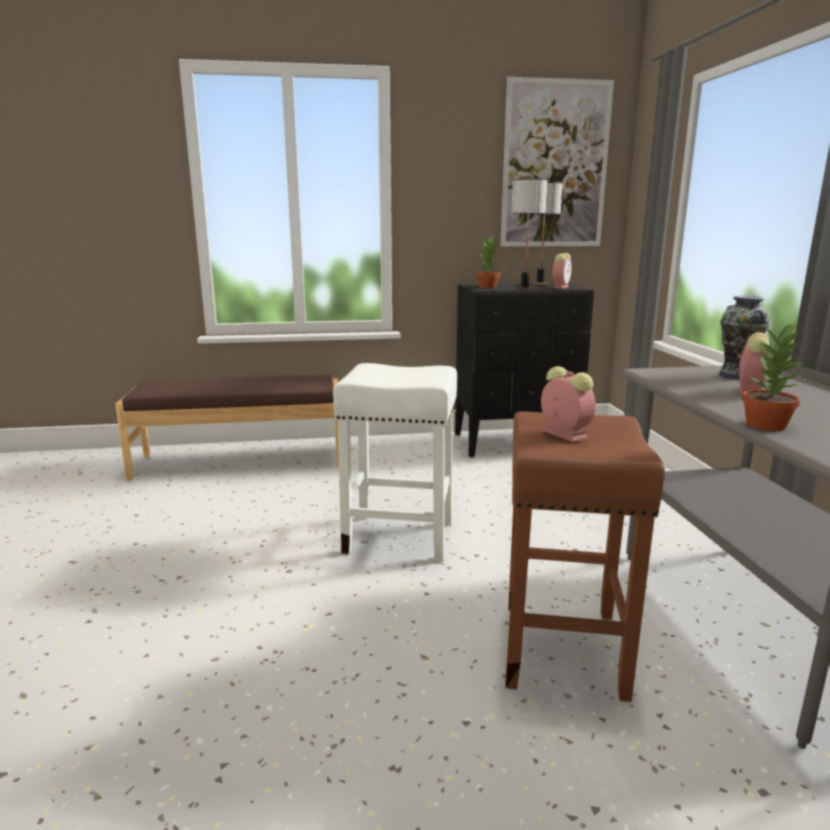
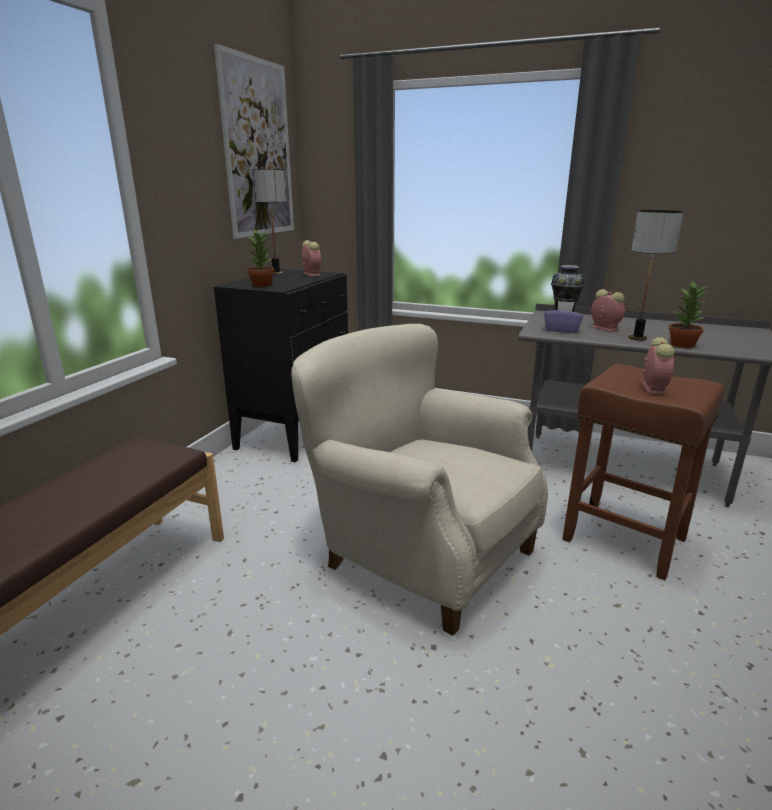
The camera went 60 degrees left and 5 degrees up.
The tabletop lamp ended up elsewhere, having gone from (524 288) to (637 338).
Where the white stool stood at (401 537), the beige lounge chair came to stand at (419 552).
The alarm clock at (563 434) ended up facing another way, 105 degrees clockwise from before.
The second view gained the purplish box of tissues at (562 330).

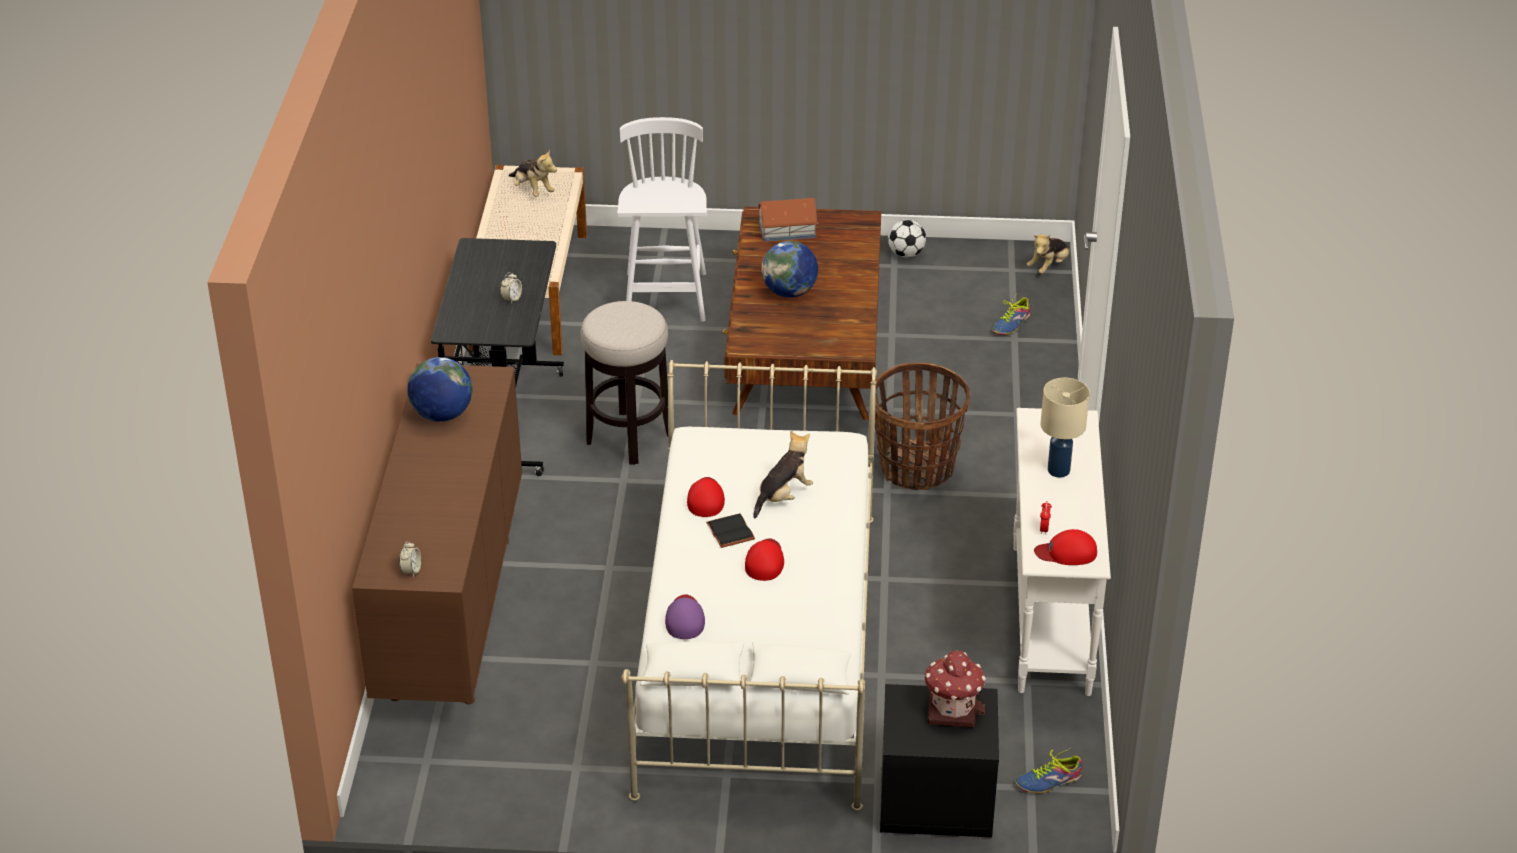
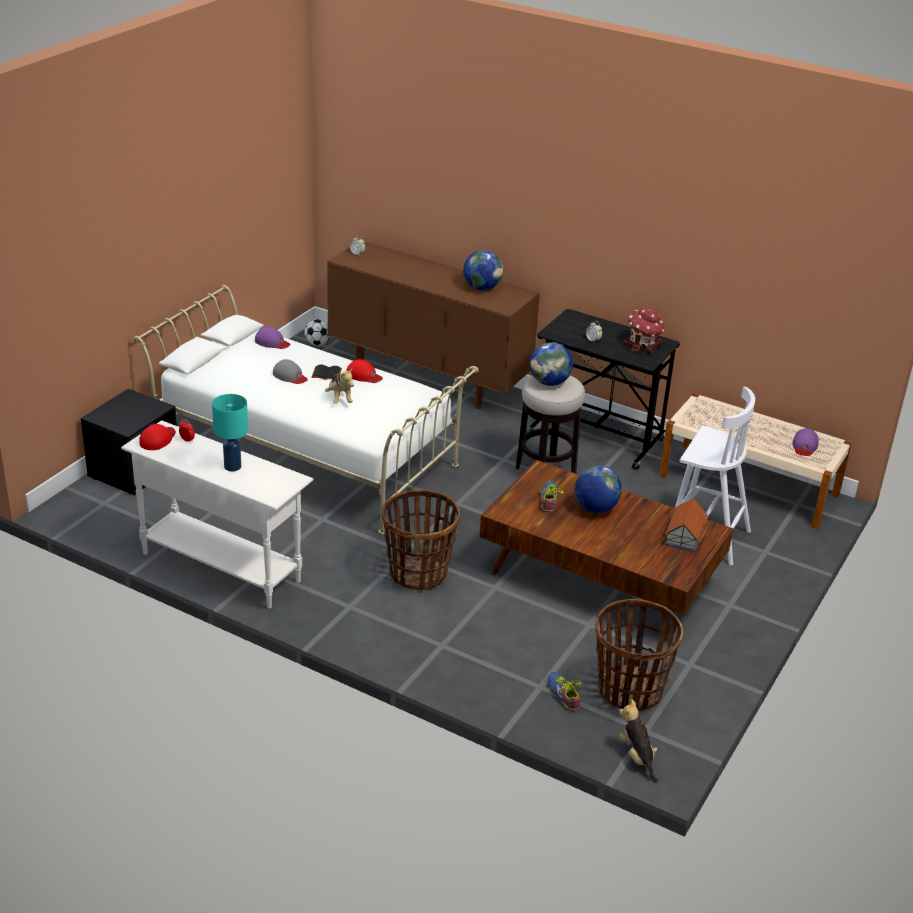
The camera went 115 degrees right and 5 degrees down.
Where the plush toy stood at (533 190), the purplish peaked cap came to stand at (804 446).
The ball for football ended up elsewhere, having gone from (906 254) to (317 344).
What was the beige tabletop lamp at (1058 470) turned into the turquoise-coloured tabletop lamp at (233 467).
What was the reddish peaked cap at (765 561) turned into the gray peaked cap at (290 376).
The toy house ended up elsewhere, having gone from (952 707) to (643 344).
The item of footwear ended up elsewhere, having gone from (1049 781) to (549 499).
The second view gained the world globe at (549 382).
The second view gained the basket at (629 691).

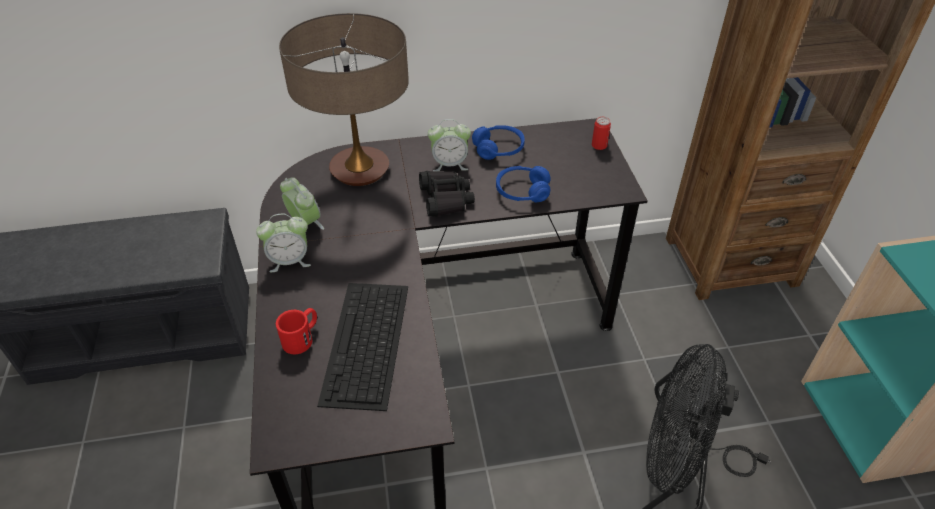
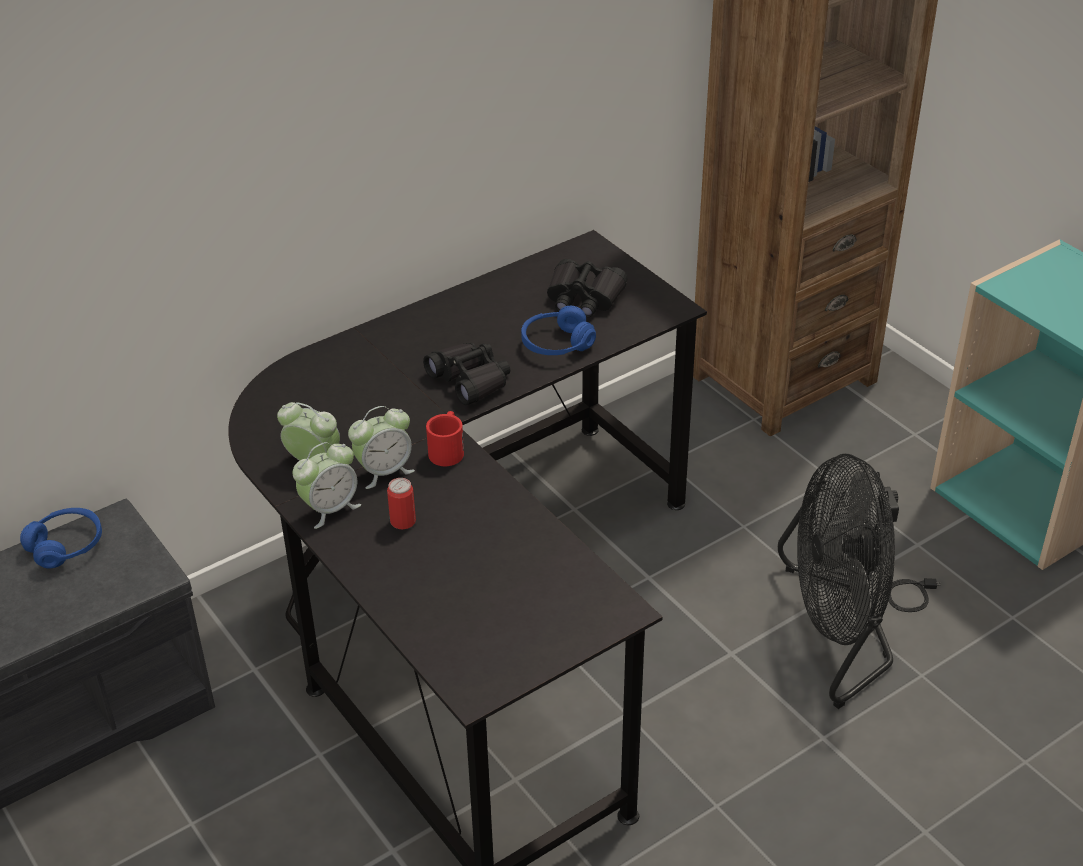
The camera went 25 degrees left and 5 degrees down.
The second view lost the tabletop lamp at (359 170).
The can ended up elsewhere, having gone from (599 145) to (403 521).
The alarm clock ended up elsewhere, having gone from (450 164) to (384 471).
The bluish headphones ended up elsewhere, having gone from (498 149) to (66 546).
The second view lost the computer keyboard at (366 344).
The reddish mug ended up elsewhere, having gone from (302 337) to (448 449).
The second view gained the black-coloured binoculars at (584 298).

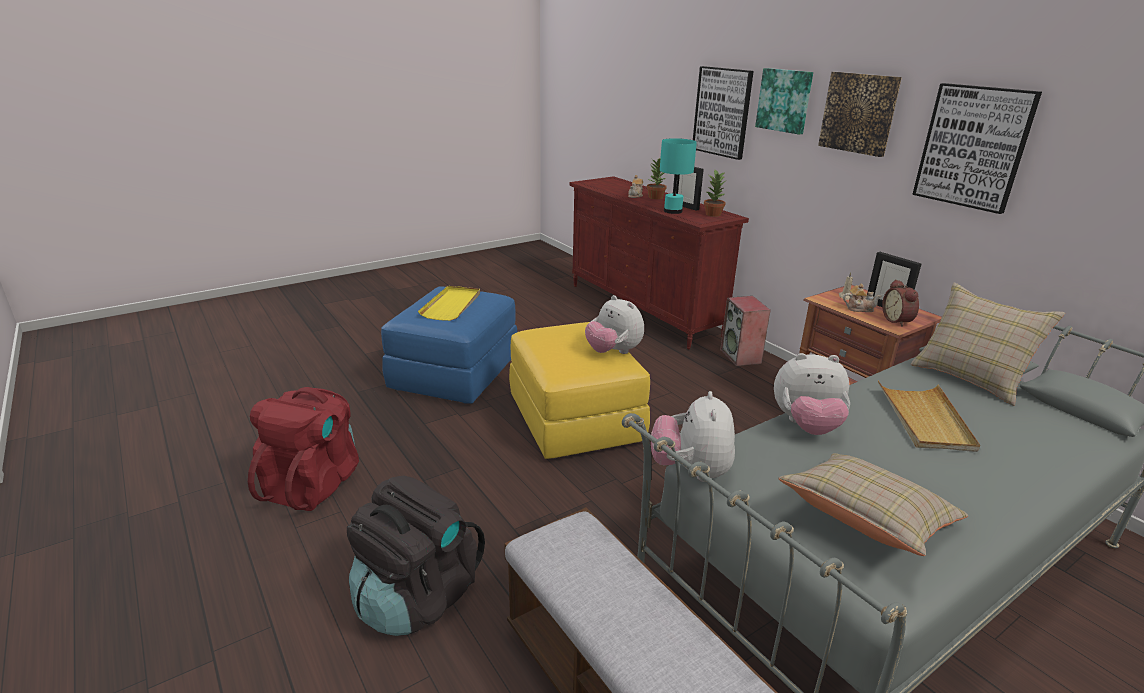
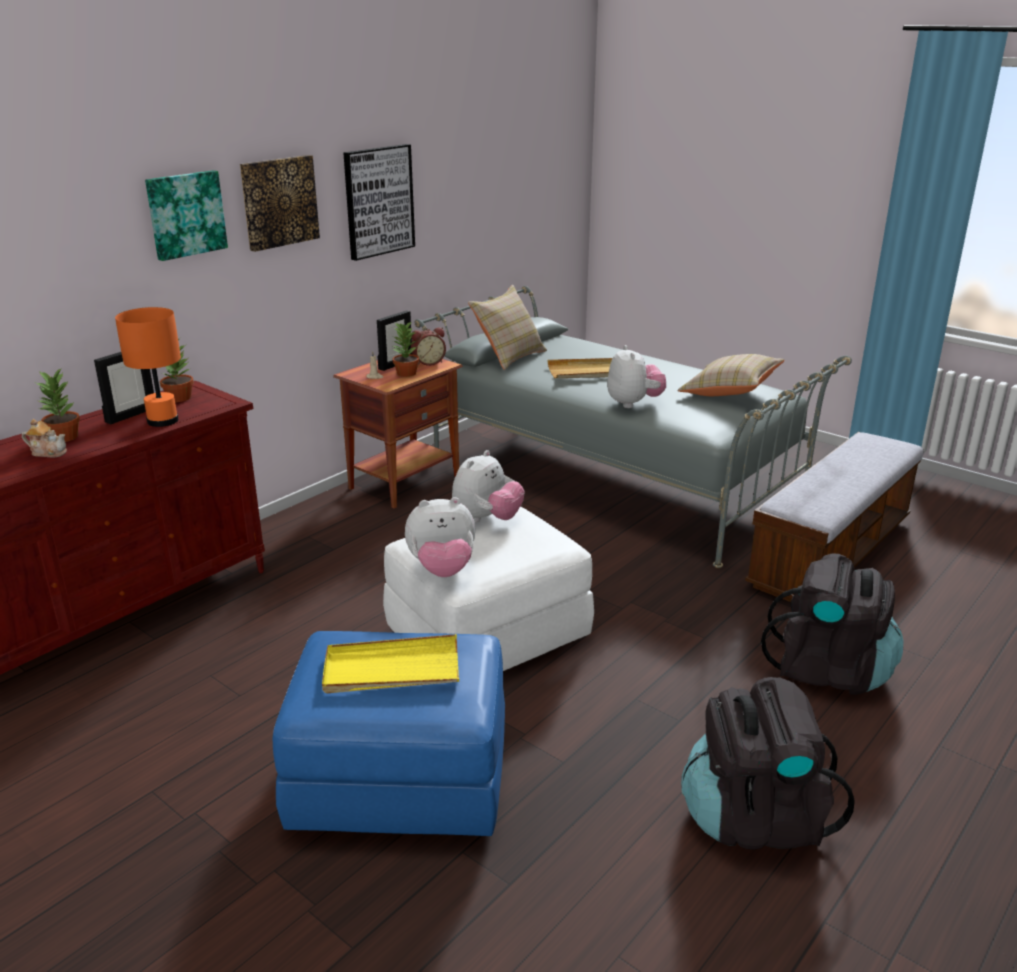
The camera went 105 degrees left and 0 degrees up.
The second view lost the picture at (722 112).
What was the turquoise-coloured tabletop lamp at (673 211) turned into the orangey tabletop lamp at (163 420).
Where the teapot stood at (859 308), the plant in a pot came to stand at (405 373).
The second view lost the audio speaker at (741 357).
What was the yellow-coloured pouffe at (576 420) turned into the white pouffe at (488 633).
What was the reddish backpack at (313 483) turned into the black-coloured backpack at (754 818).
The plush toy ended up elsewhere, having gone from (690 471) to (442 570).

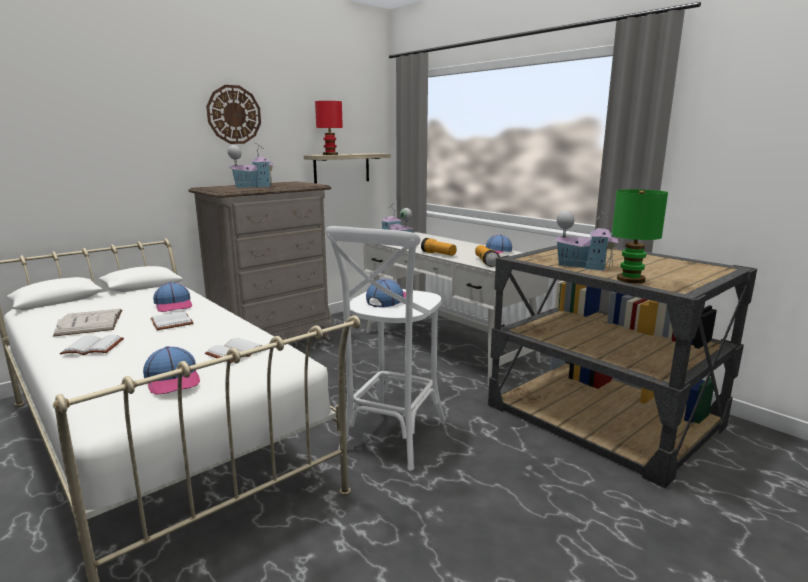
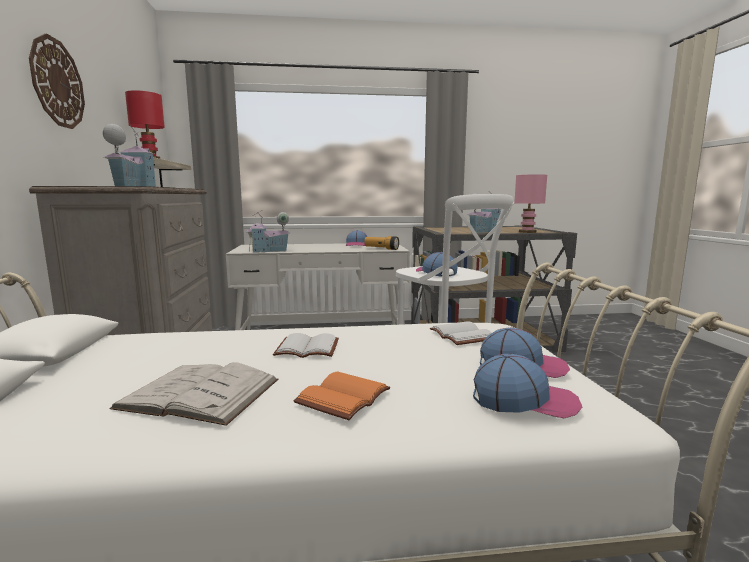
The camera went 55 degrees left and 5 degrees down.
What was the greenish tabletop lamp at (630 280) turned into the pink-coloured tabletop lamp at (527 232).
The second view lost the hand torch at (438 254).
The peaked cap ended up elsewhere, having gone from (174 305) to (524 399).
What was the white volume at (95 347) turned into the orangey volume at (342 396).

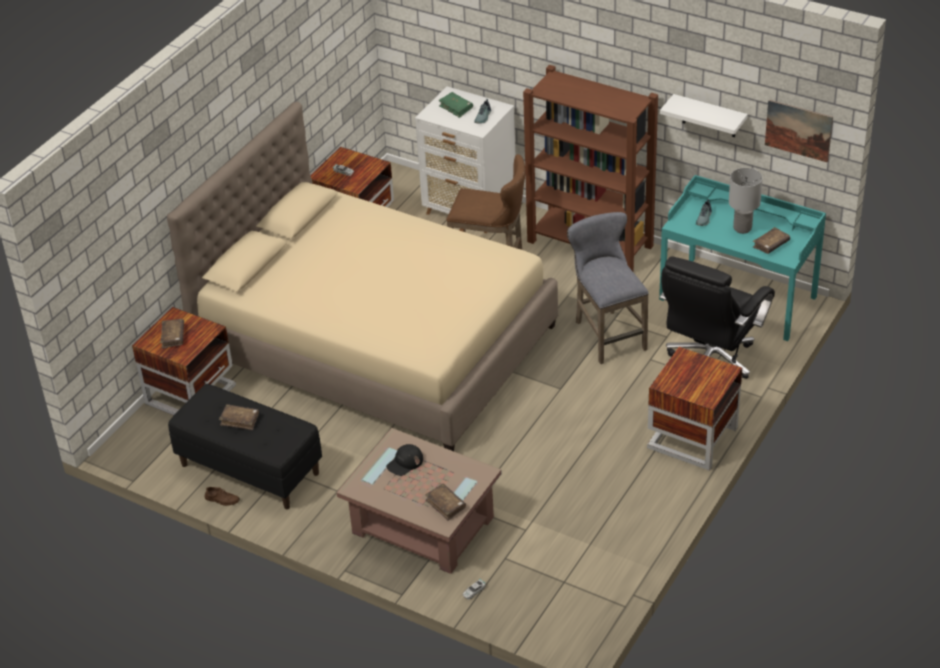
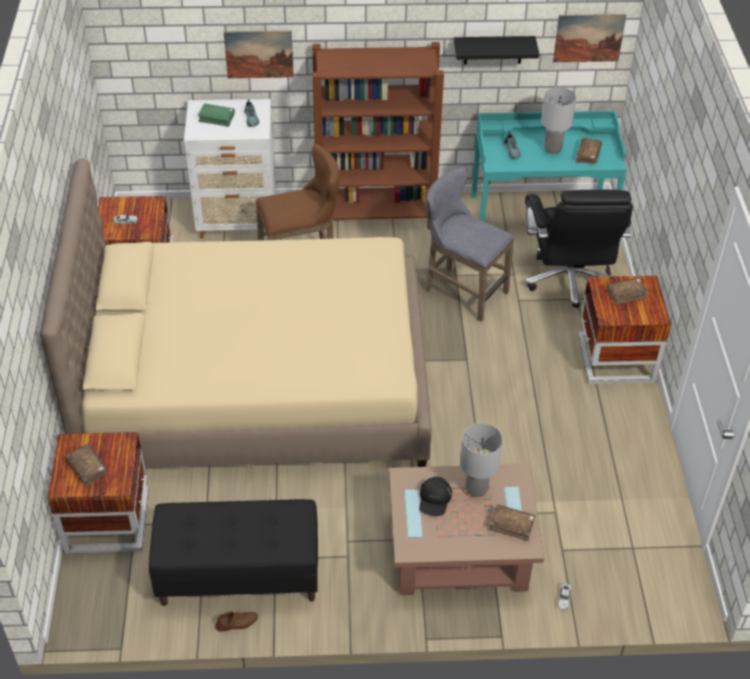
The camera went 35 degrees left and 5 degrees up.
What was the white shelf at (709 116) turned into the black-coloured shelf at (493 50).
The brownish volume ended up elsewhere, having gone from (240 420) to (626 294).
The second view gained the picture at (259 54).
The second view gained the gray tabletop lamp at (476 489).

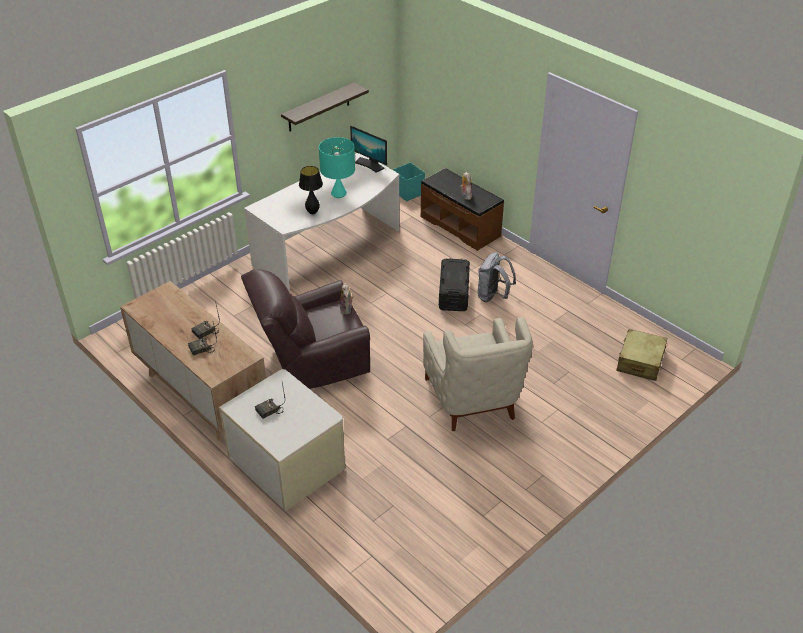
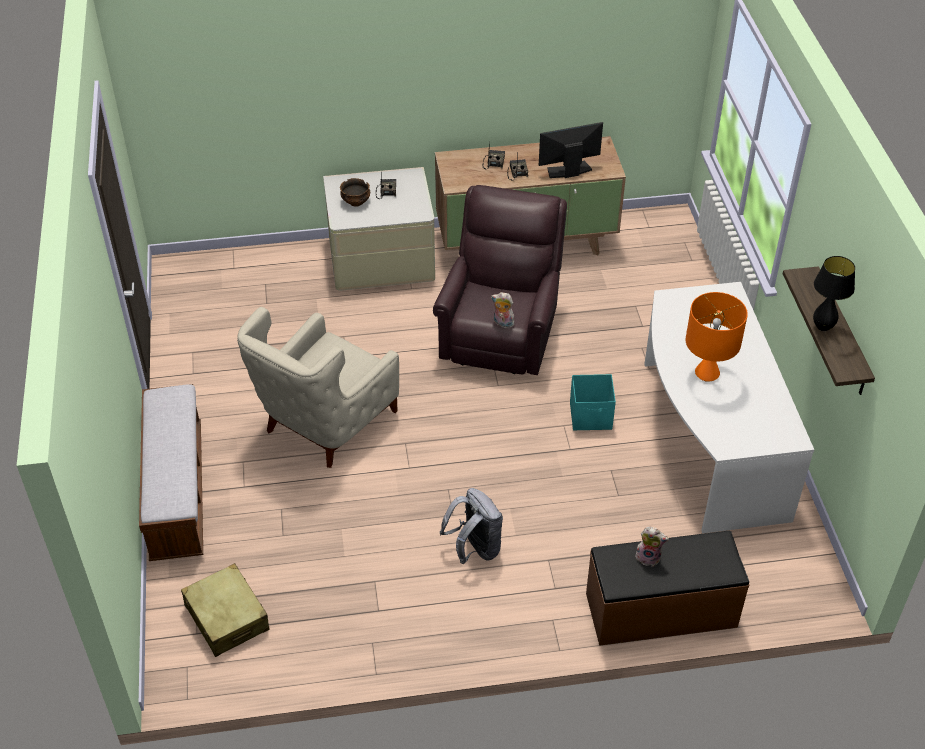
The camera went 125 degrees right and 5 degrees up.
The computer screen ended up elsewhere, having gone from (369 164) to (569 171).
What was the turquoise-coloured tabletop lamp at (339 194) turned into the orangey tabletop lamp at (706 374).
The turquoise-coloured storage container ended up elsewhere, having gone from (408 192) to (591 416).
The black-coloured tabletop lamp ended up elsewhere, having gone from (312 212) to (822 327).
The second view lost the black-coloured storage container at (454 293).
The beige lounge chair at (473 402) ended up facing another way, 75 degrees counterclockwise from before.
The second view gained the serving bowl at (356 202).
The second view gained the long seat at (177 492).

